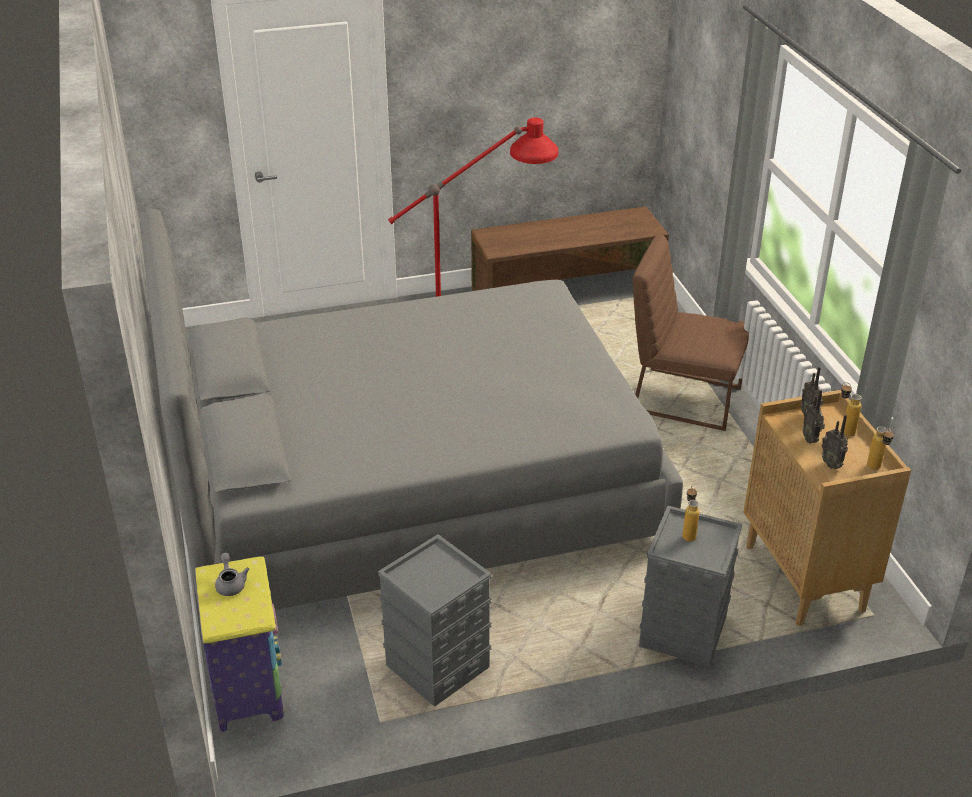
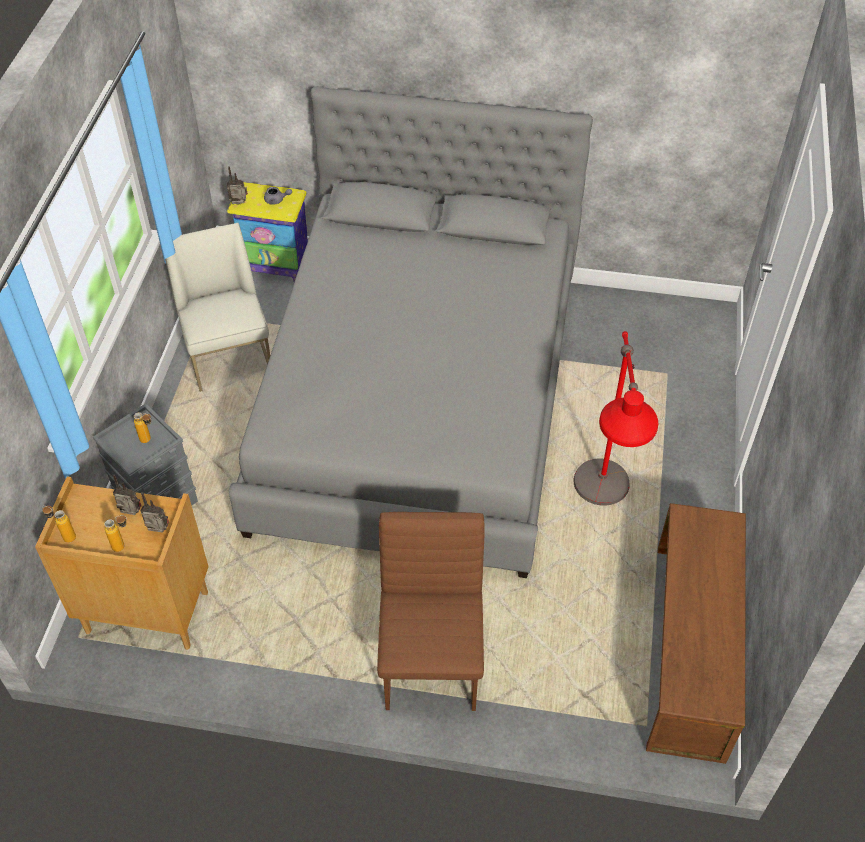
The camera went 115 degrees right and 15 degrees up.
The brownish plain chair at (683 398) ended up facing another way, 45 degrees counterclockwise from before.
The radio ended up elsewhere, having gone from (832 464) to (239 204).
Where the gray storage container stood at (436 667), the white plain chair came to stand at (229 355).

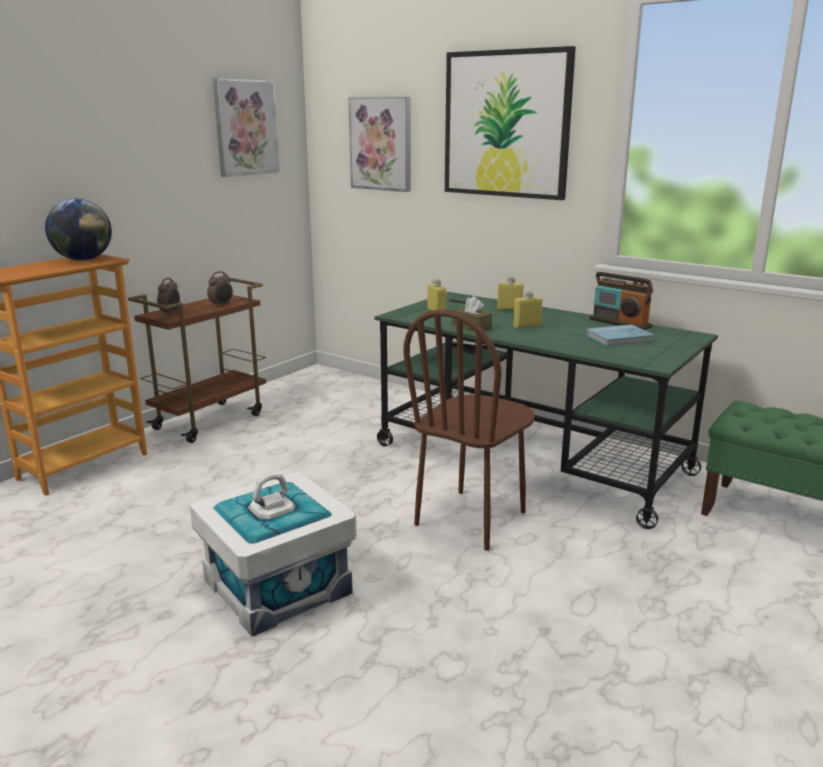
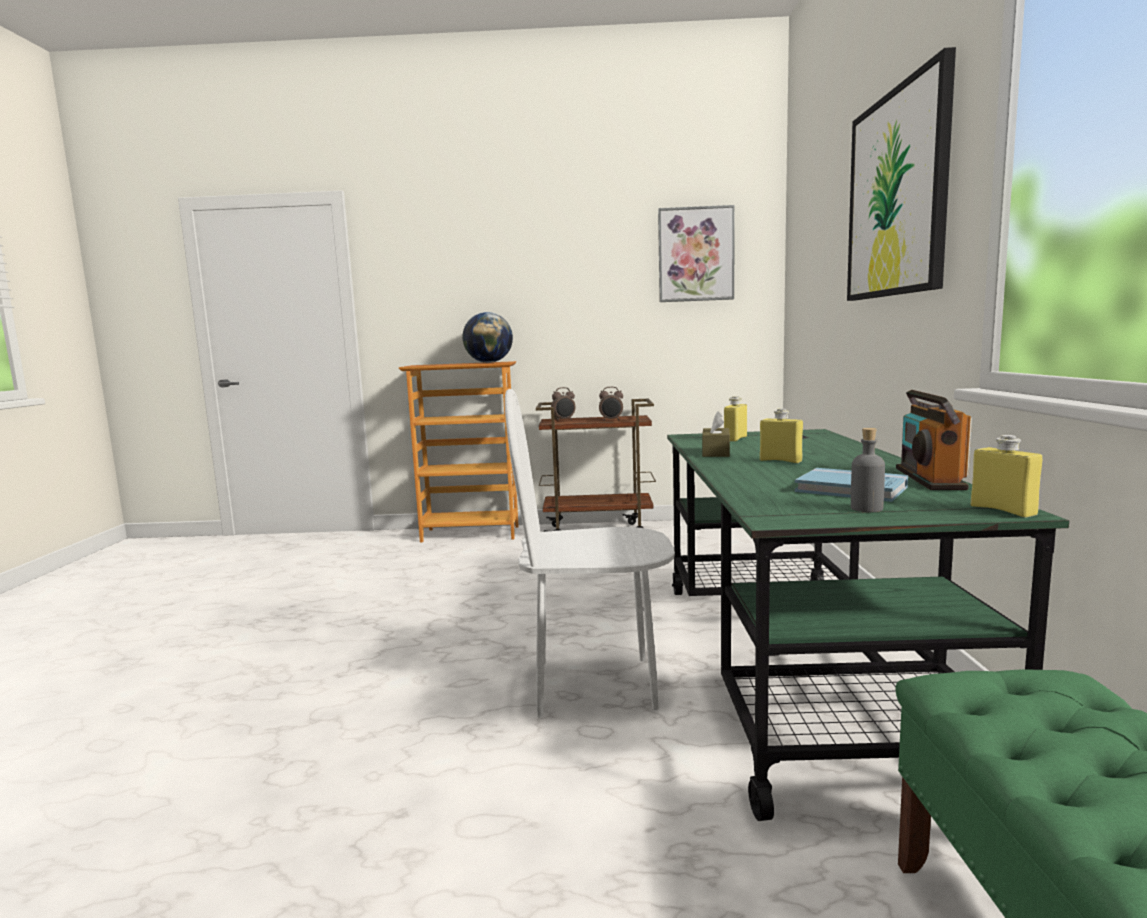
The camera went 55 degrees right and 10 degrees down.
The second view lost the picture at (381 144).
The yellow-coloured drink bottle ended up elsewhere, having gone from (509 309) to (1003 510).
What was the brownish plain chair at (471 519) turned into the white plain chair at (594 685).
The second view lost the white storage container at (277 586).
The second view gained the gray drink bottle at (866 508).

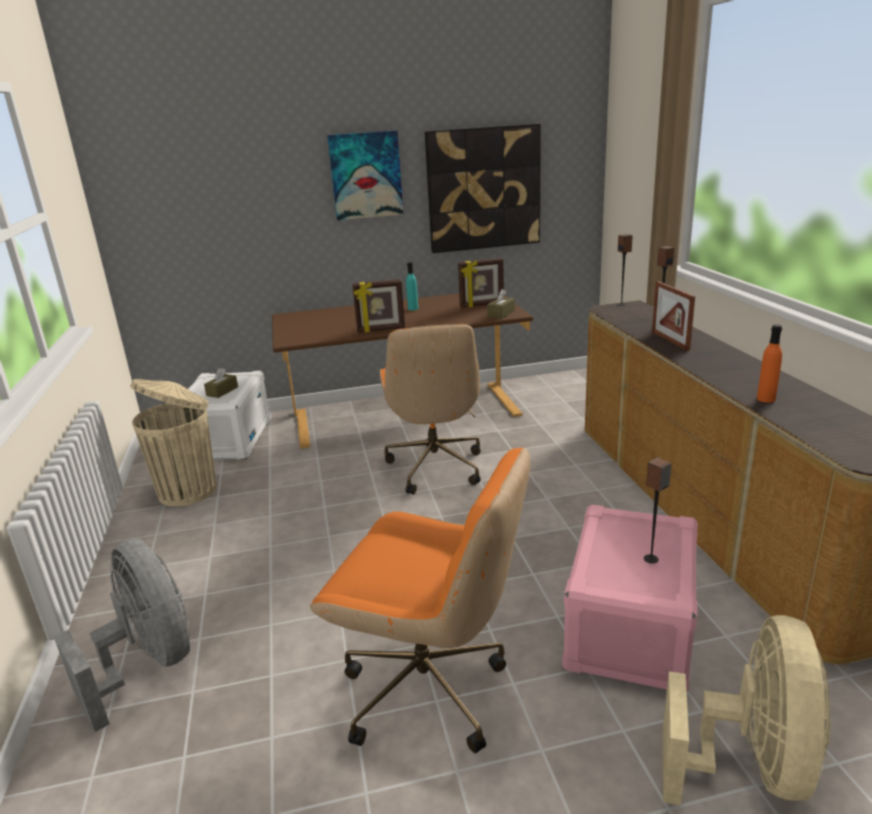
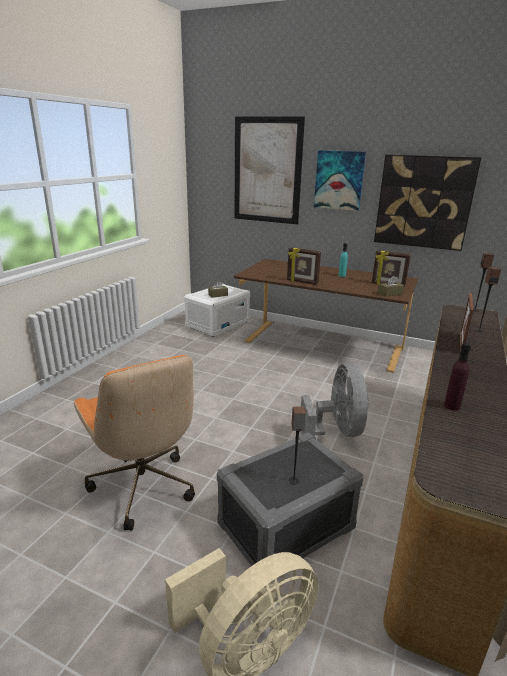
The camera went 35 degrees right and 0 degrees up.
The second view lost the orangey computer chair at (435 470).
What was the orangey drink bottle at (766 399) turned into the purplish drink bottle at (452 406).
The second view lost the beige trash can at (189 490).
What was the pink-coloured storage container at (631 629) turned into the gray storage container at (286 526).
The gray electric fan ended up elsewhere, having gone from (149 664) to (336 432).
The second view gained the picture at (267 171).

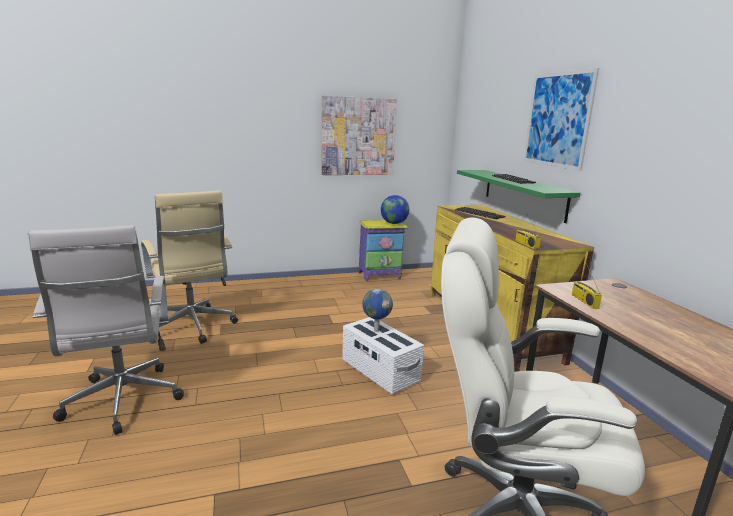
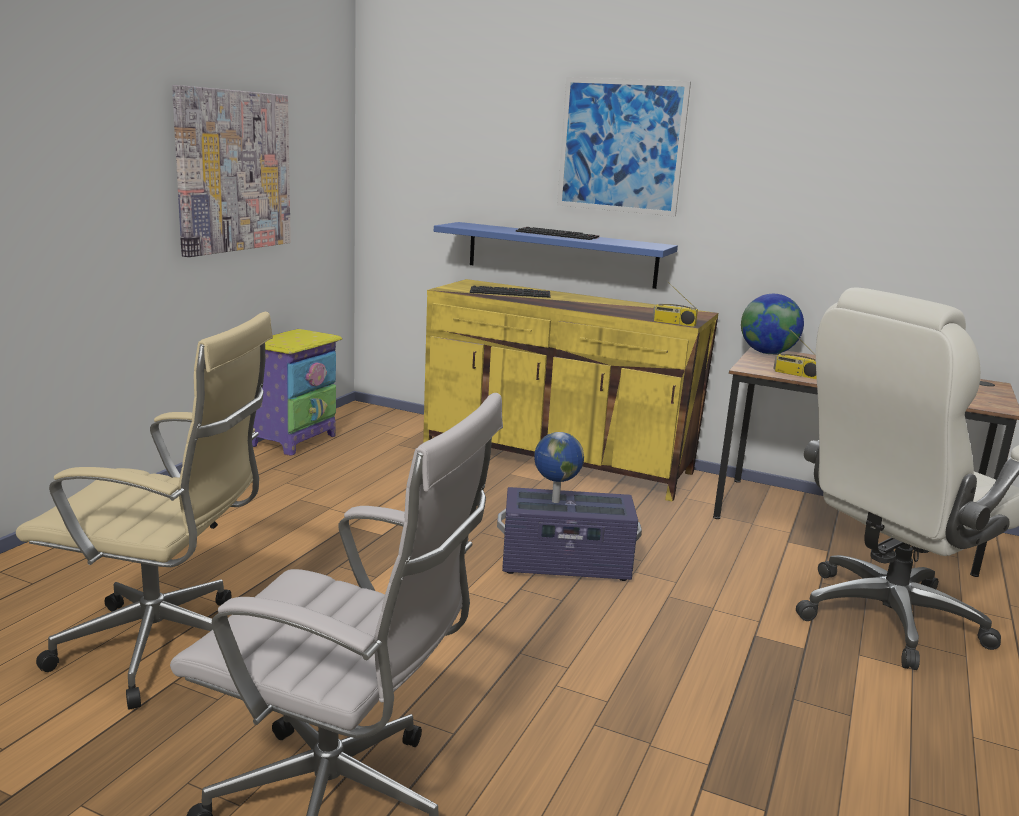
The camera went 50 degrees left and 0 degrees up.
What was the greenish shelf at (523 193) turned into the bluish shelf at (560 254).
The world globe ended up elsewhere, having gone from (394 223) to (767 353).
What was the white storage container at (380 371) turned into the purplish storage container at (566 564).

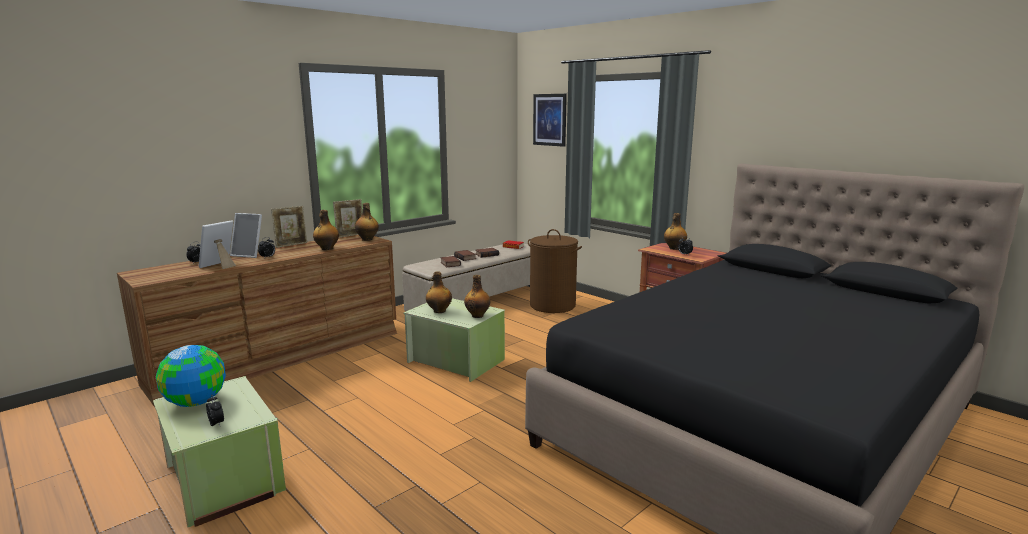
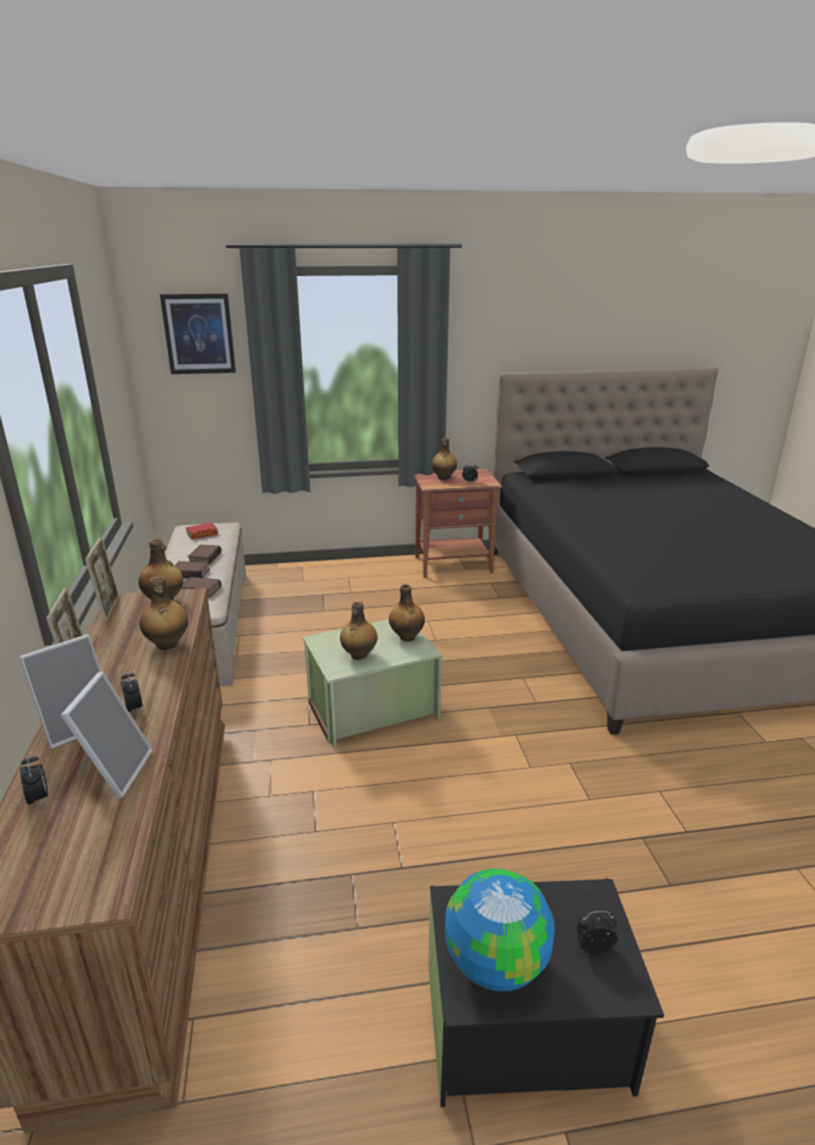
The camera went 55 degrees left and 10 degrees up.
The photo frame at (220 266) ended up facing another way, 150 degrees counterclockwise from before.
The second view lost the brownish washing basket at (553 305).
What was the greenish storage container at (222 479) turned into the black-coloured storage container at (527 1029).

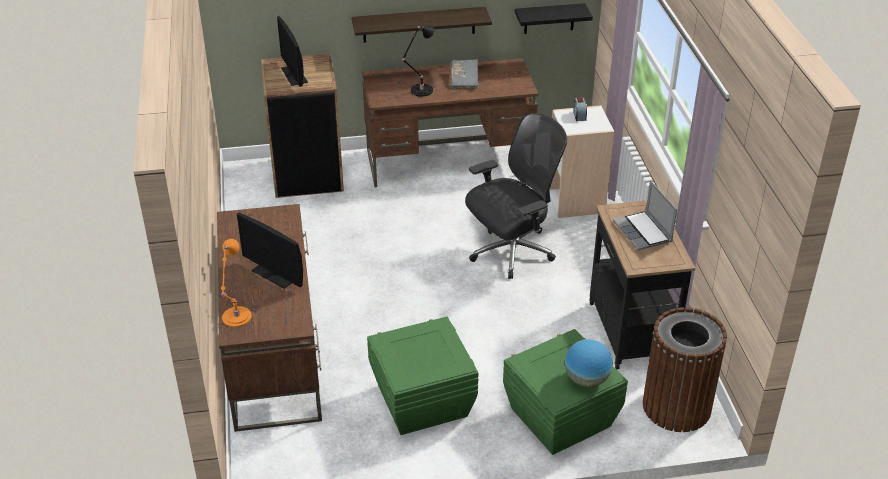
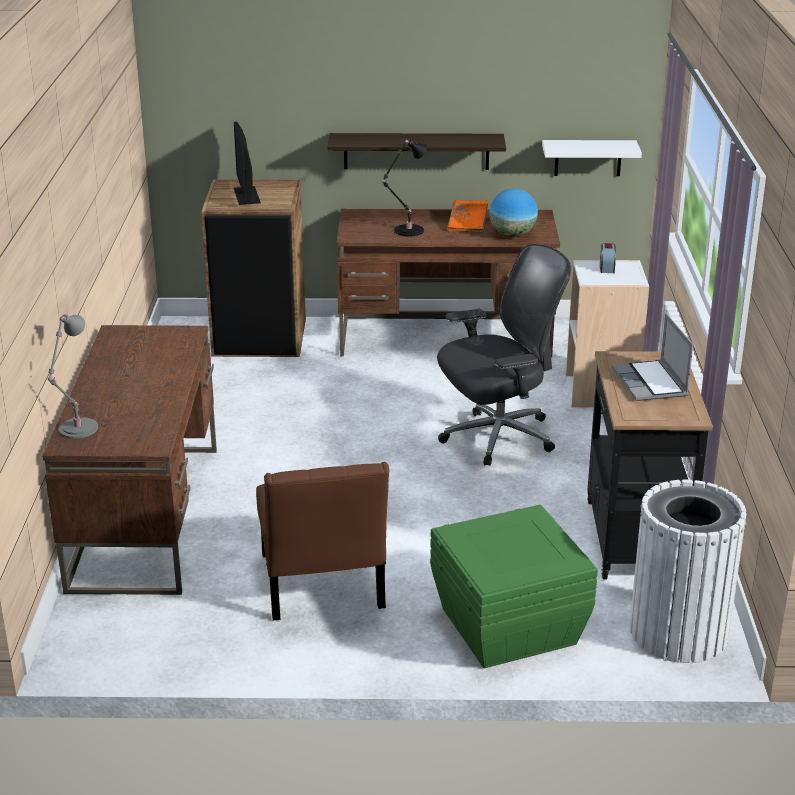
The camera went 10 degrees right and 10 degrees down.
What was the black-coloured shelf at (549 18) turned into the white shelf at (588 158).
What was the gray volume at (464 80) turned into the orangey volume at (468 225).
The second view lost the computer screen at (275 274).
What was the orangey tabletop lamp at (236 319) turned into the gray tabletop lamp at (76 430).
What was the brownish trash can at (676 407) turned into the white trash can at (678 632).
Where the greenish storage container stood at (421 401), the brownish plain chair came to stand at (322 586).
The world globe ended up elsewhere, having gone from (586 379) to (512 235).

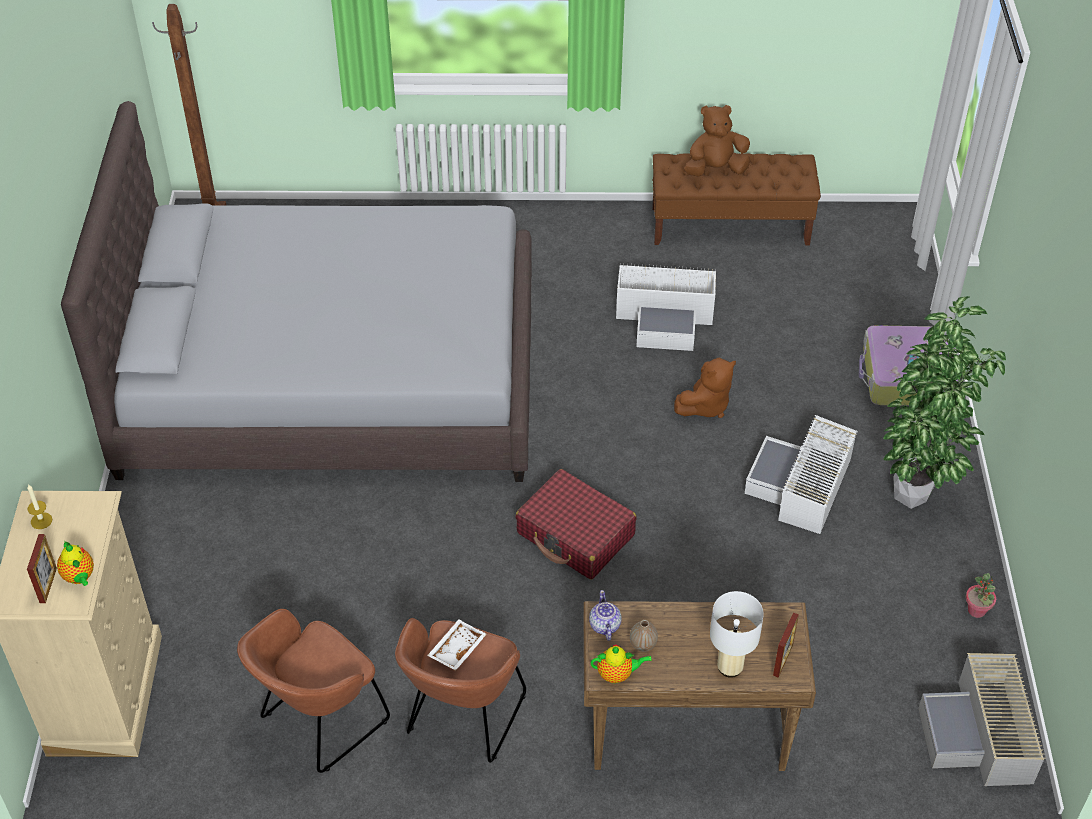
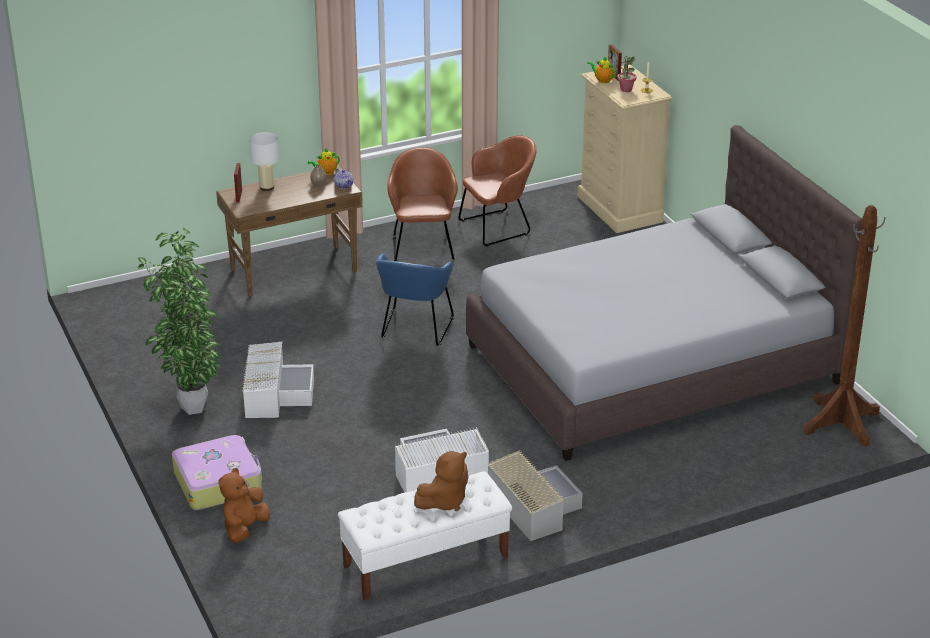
The camera went 155 degrees right and 15 degrees down.
What was the brownish long seat at (730 226) turned into the white long seat at (425 561).
The brownish plush toy ended up elsewhere, having gone from (705 405) to (244 528).
Where the reddish suitcase stood at (575 535), the bluish lounge chair came to stand at (414 330).
The plant in a pot ended up elsewhere, having gone from (976 610) to (626 89).
The brownish lounge chair at (318 721) ended up facing another way, 45 degrees clockwise from before.
The second view lost the white carrying tray at (456 649).
The gray storage container ended up elsewhere, having gone from (980 735) to (533 506).

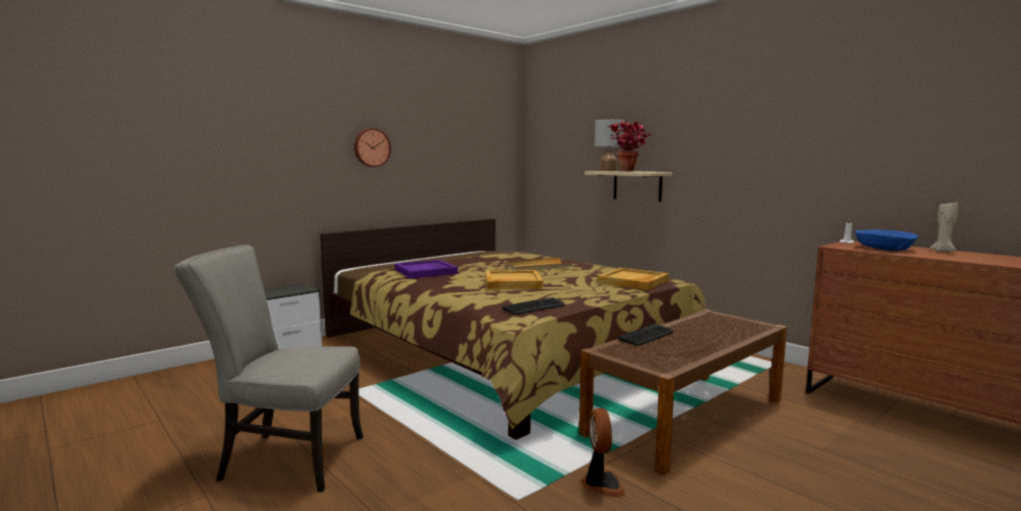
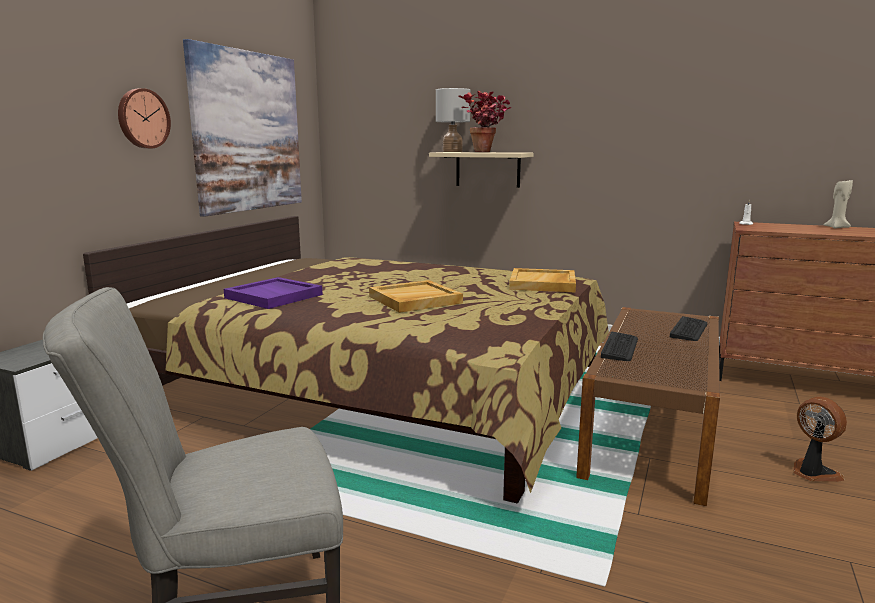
The camera went 25 degrees left and 5 degrees up.
The second view lost the bluish serving bowl at (883 248).
The second view lost the beige carrying tray at (538 267).
The computer keyboard ended up elsewhere, having gone from (534 307) to (689 330).
The electric fan ended up elsewhere, having gone from (601 485) to (812 473).
The second view gained the picture at (248 132).

